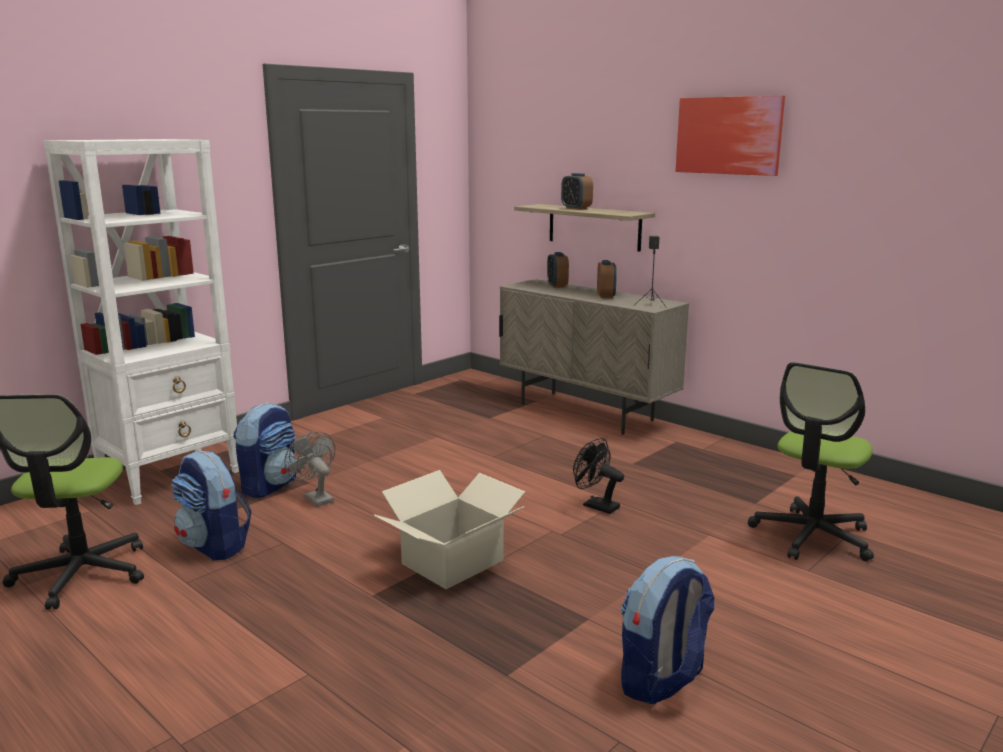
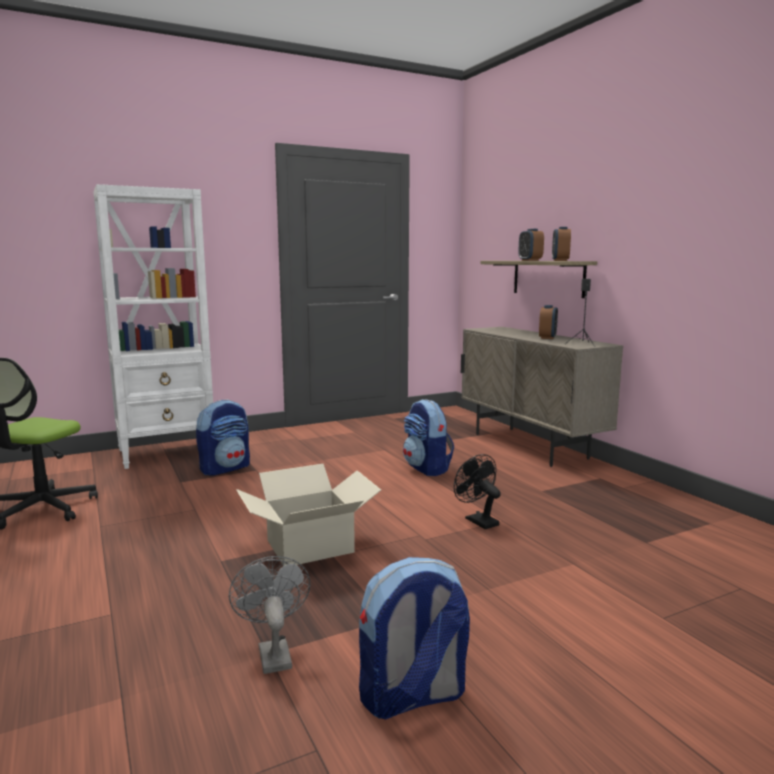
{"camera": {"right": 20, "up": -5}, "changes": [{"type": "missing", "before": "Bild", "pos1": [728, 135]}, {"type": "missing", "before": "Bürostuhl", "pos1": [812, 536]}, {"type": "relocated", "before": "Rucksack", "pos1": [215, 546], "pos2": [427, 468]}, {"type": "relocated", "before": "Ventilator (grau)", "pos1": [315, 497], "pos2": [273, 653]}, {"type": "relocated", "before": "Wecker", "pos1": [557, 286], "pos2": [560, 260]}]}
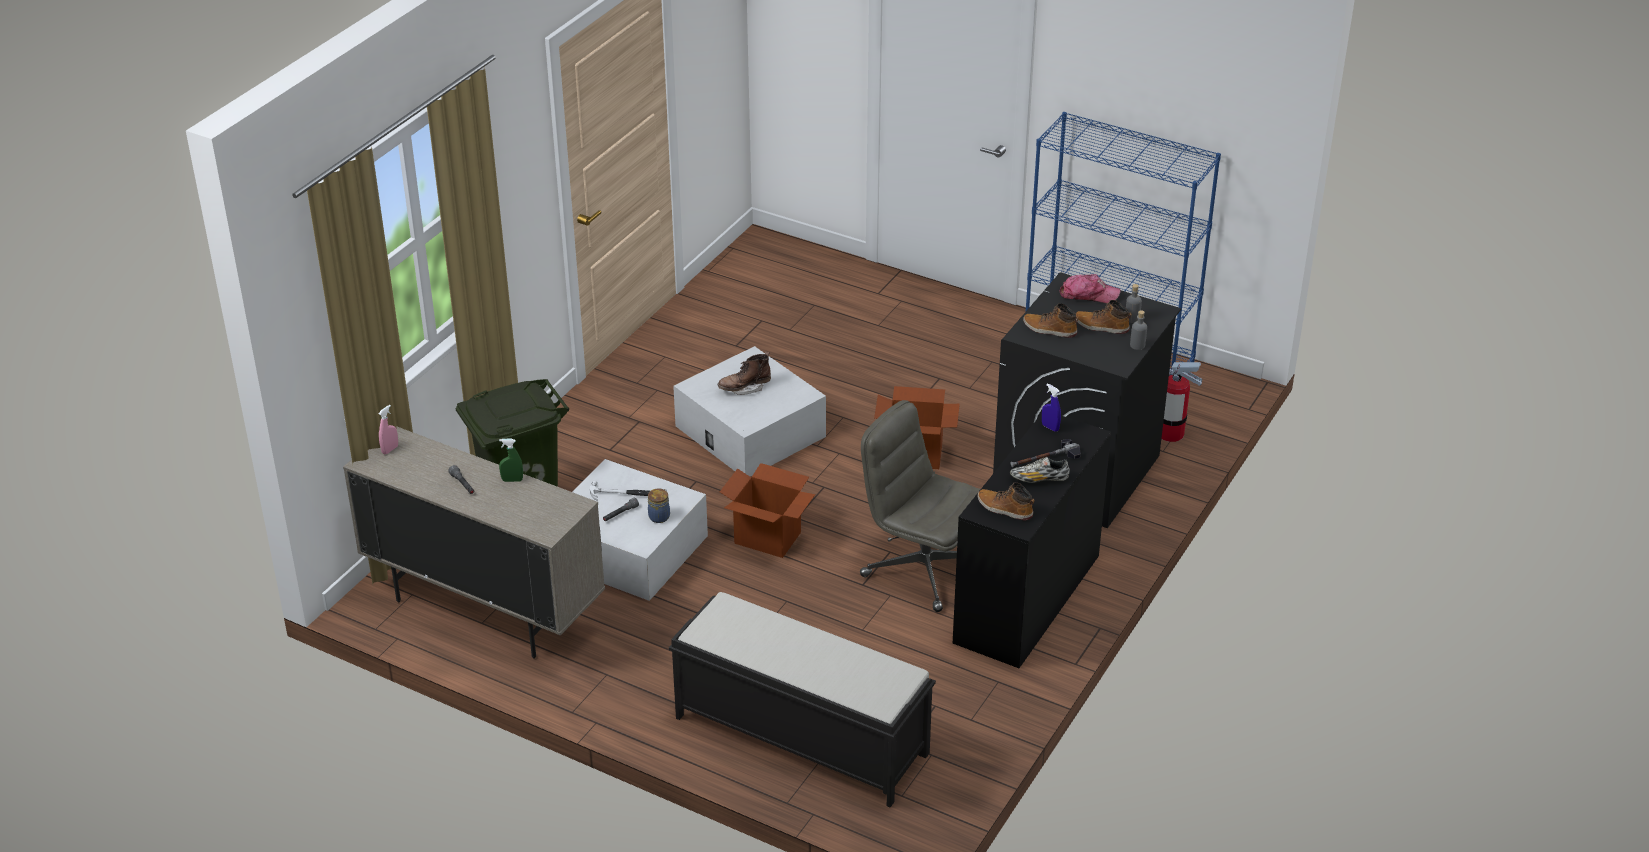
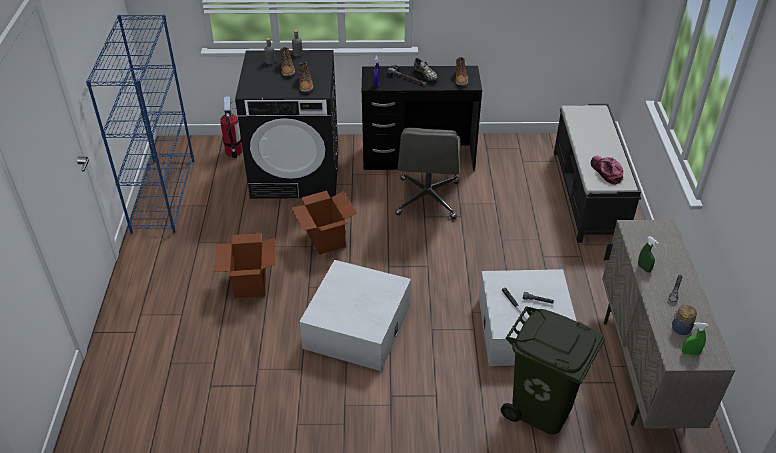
{"camera": {"right": -120, "up": 5}, "changes": [{"type": "missing", "before": "Stiefel (braun)", "pos1": [745, 388]}, {"type": "relocated", "before": "Vorratsglas", "pos1": [660, 516], "pos2": [680, 328]}, {"type": "relocated", "before": "Karton", "pos1": [768, 538], "pos2": [250, 283]}, {"type": "relocated", "before": "Kappe", "pos1": [1088, 294], "pos2": [606, 172]}, {"type": "colour", "before": "Sprühflasche (rosa)", "after": "Sprühflasche (grün)", "pos1": [390, 449], "pos2": [690, 353]}]}
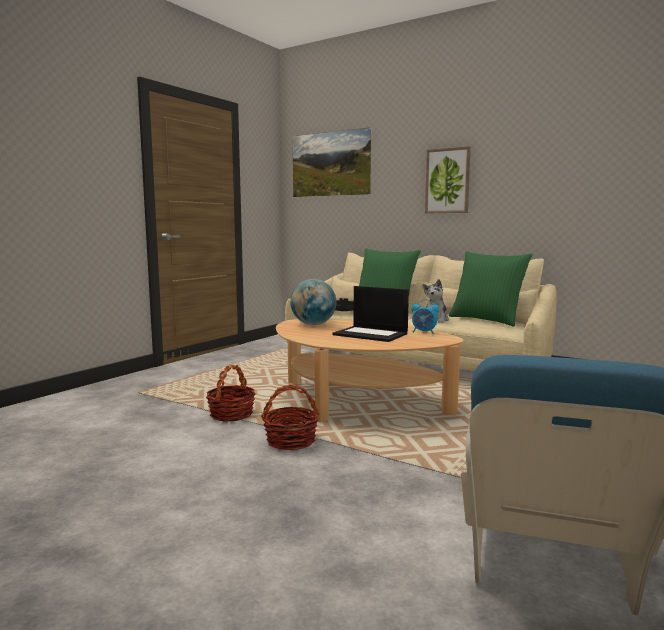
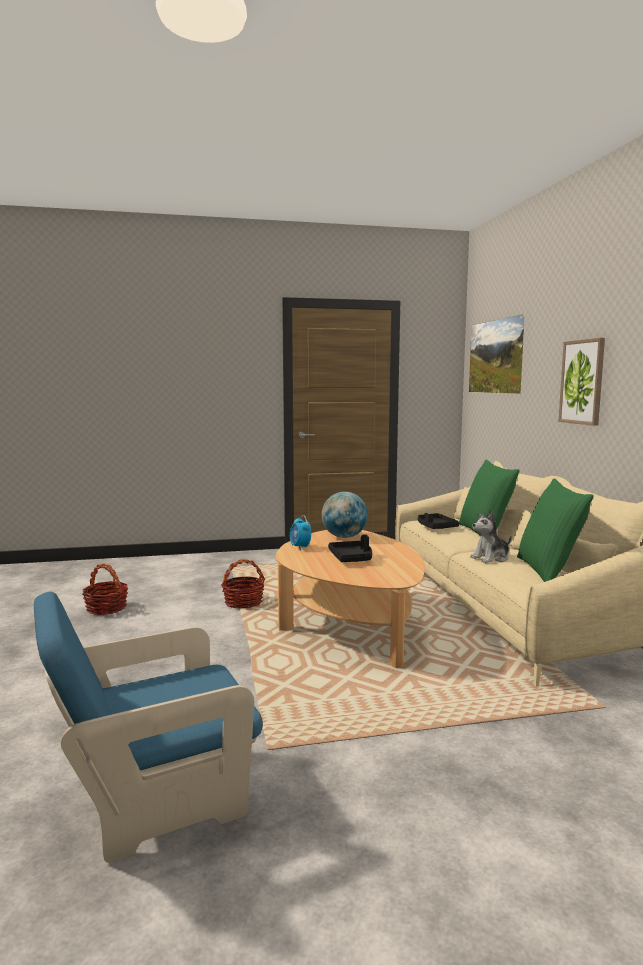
{"camera": {"right": 45, "up": 0}, "changes": [{"type": "relocated", "before": "Korb", "pos1": [291, 441], "pos2": [106, 608]}, {"type": "relocated", "before": "Wecker", "pos1": [424, 332], "pos2": [300, 547]}, {"type": "exchanged", "before": "Laptop", "after": "Tablett (schwarz)", "pos1": [371, 334], "pos2": [352, 558]}]}
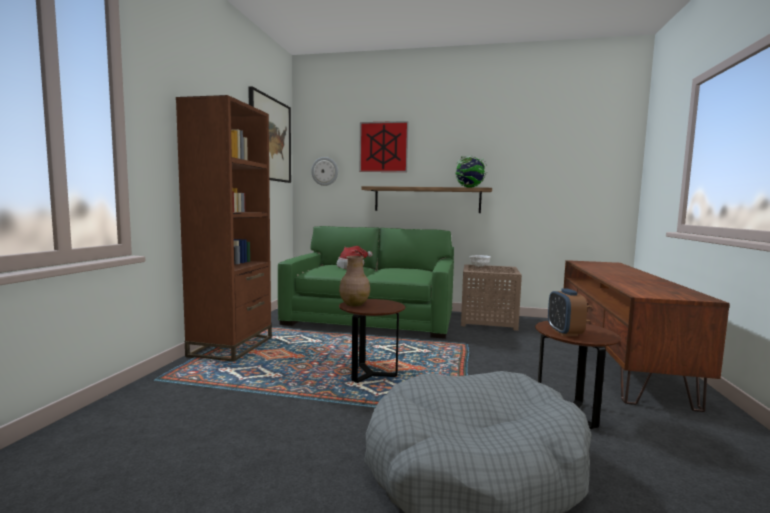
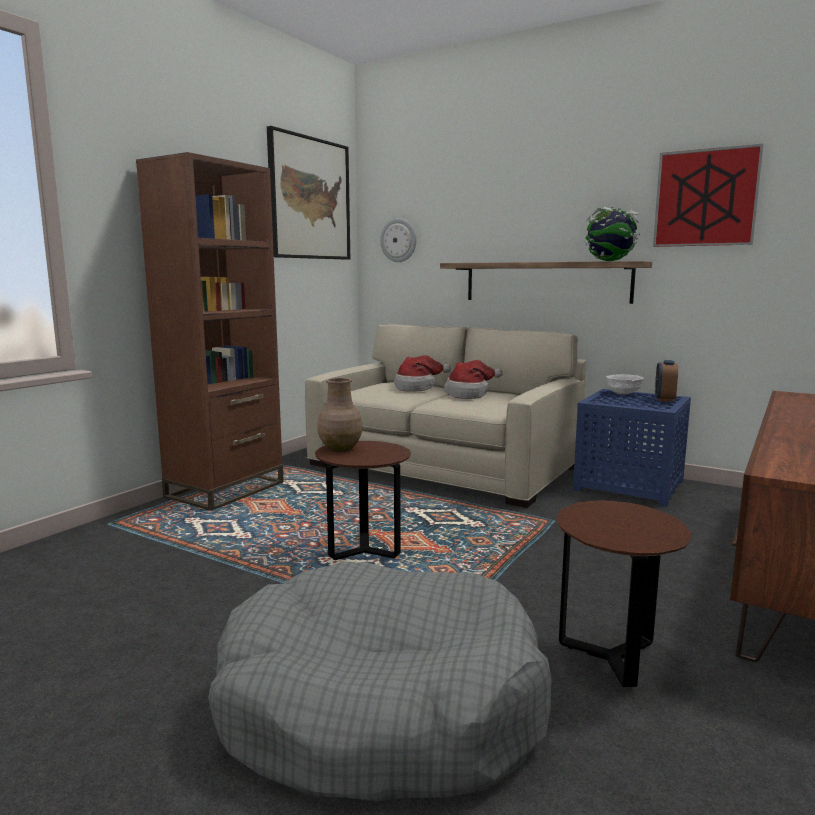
{"camera": {"right": 20, "up": 5}, "changes": [{"type": "appeared", "after": "Hut", "pos2": [469, 394]}, {"type": "relocated", "before": "Bild", "pos1": [383, 147], "pos2": [705, 198]}, {"type": "relocated", "before": "Wecker", "pos1": [564, 332], "pos2": [664, 399]}, {"type": "colour", "before": "Sofa (grün)", "after": "Sofa (beige)", "pos1": [372, 318], "pos2": [446, 464]}, {"type": "colour", "before": "Beistelltisch (braun)", "after": "Beistelltisch (blau)", "pos1": [489, 320], "pos2": [631, 485]}]}
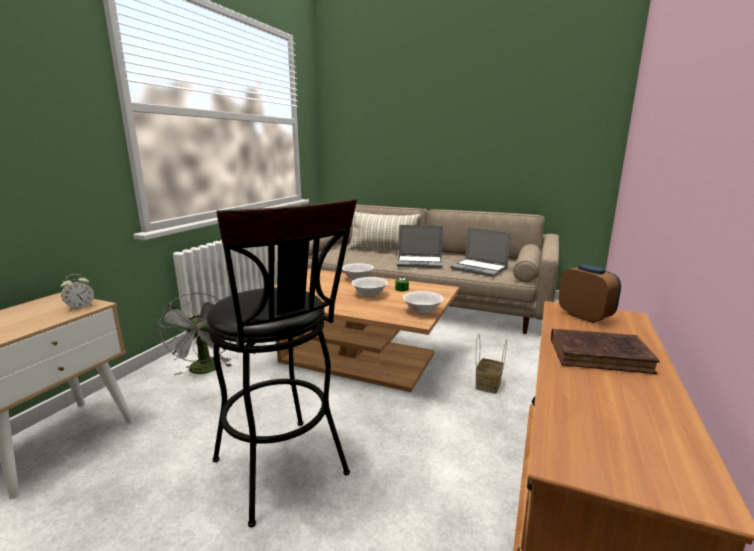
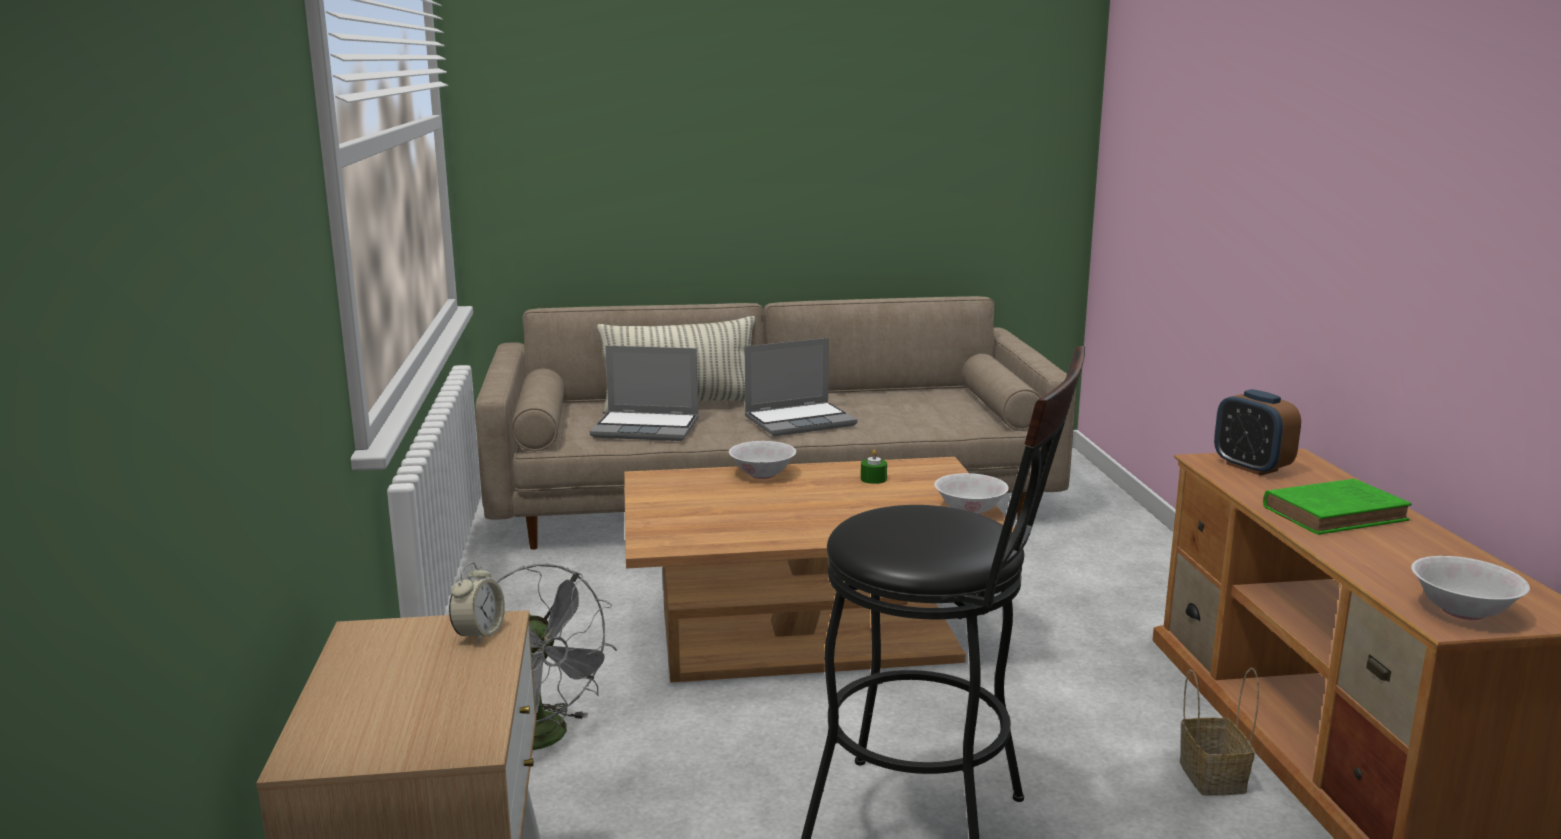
{"camera": {"right": -30, "up": 0}, "changes": [{"type": "relocated", "before": "Schüssel (weiß)", "pos1": [369, 295], "pos2": [1462, 611]}, {"type": "relocated", "before": "Laptop", "pos1": [480, 269], "pos2": [647, 428]}, {"type": "relocated", "before": "Korb", "pos1": [488, 384], "pos2": [1210, 775]}, {"type": "colour", "before": "Buch (braun)", "after": "Buch (grün)", "pos1": [602, 356], "pos2": [1337, 513]}, {"type": "spun", "before": "Wecker", "pos1": [585, 316], "pos2": [1251, 467], "turn": -150}]}
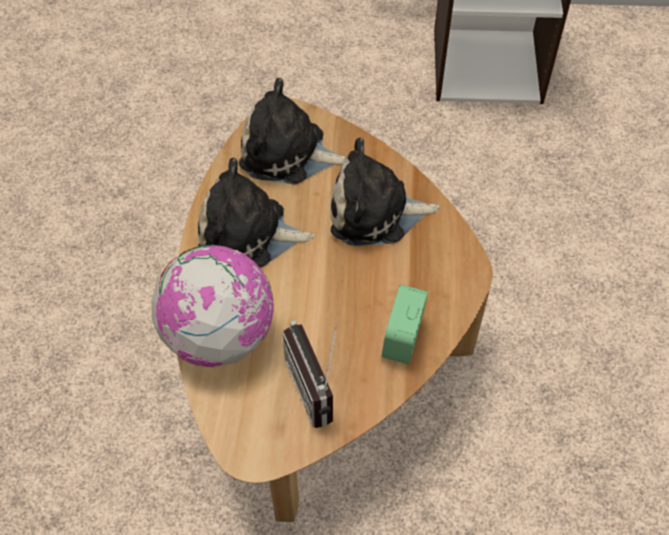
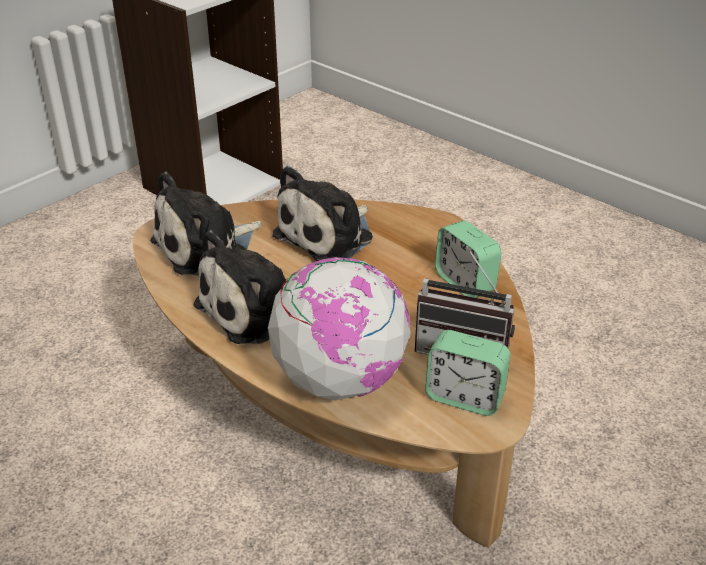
{"camera": {"right": -50, "up": -20}, "changes": [{"type": "appeared", "after": "Wecker", "pos2": [464, 397]}]}
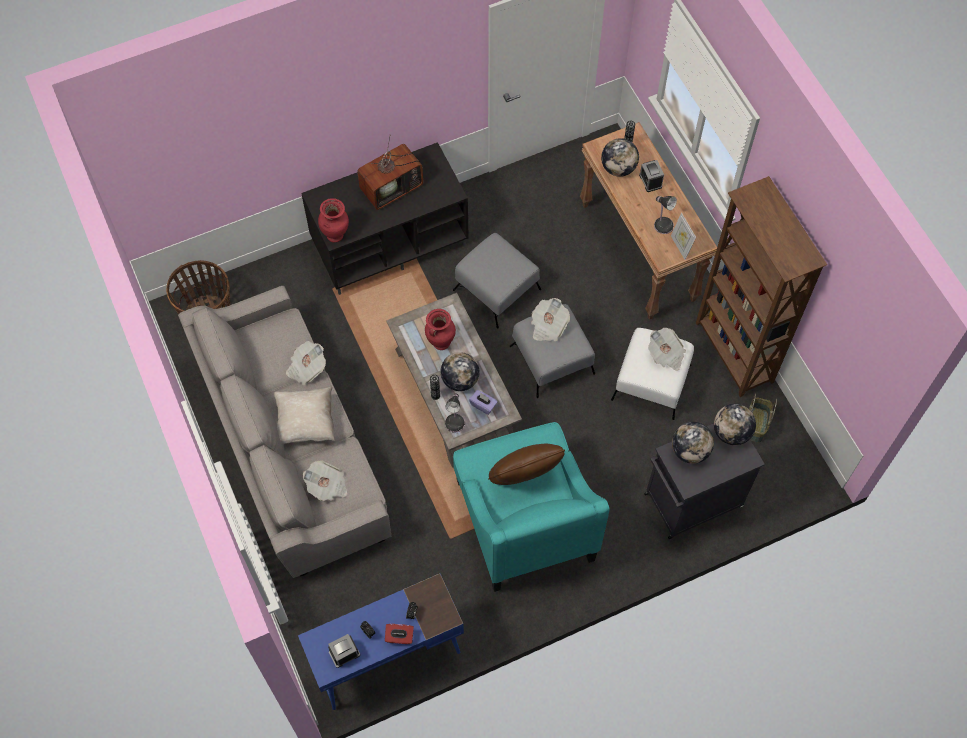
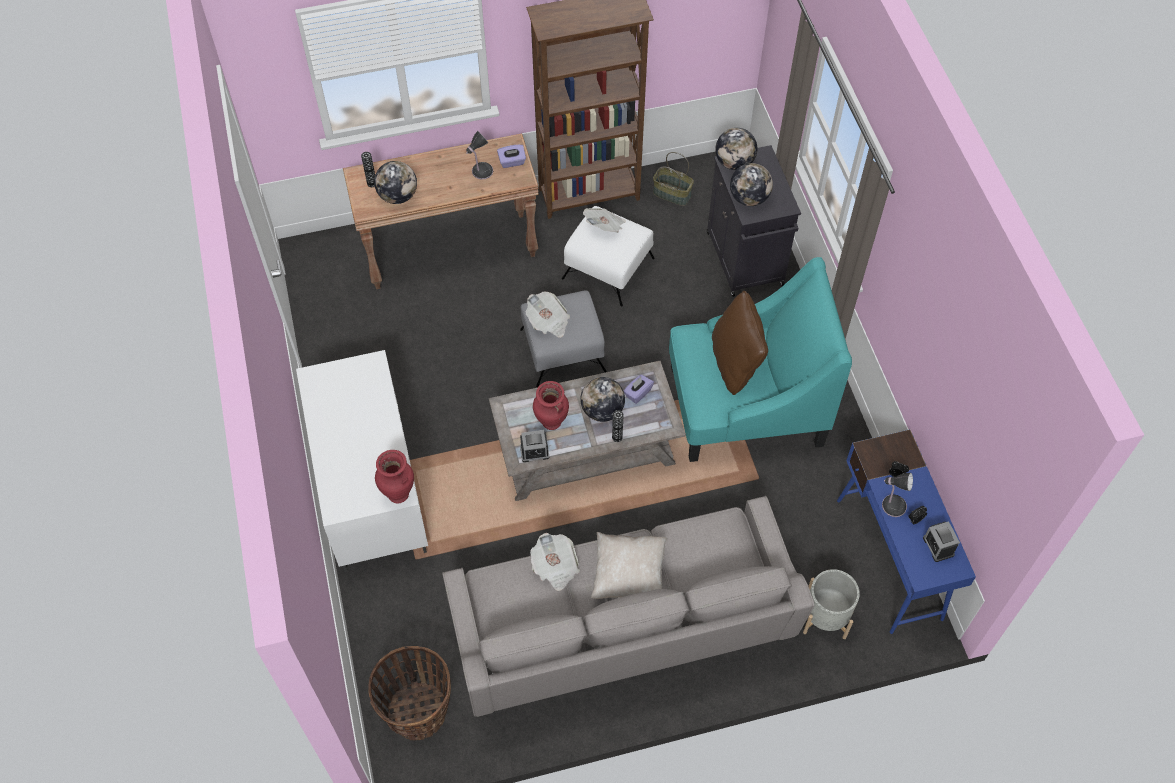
{"camera": {"right": -80, "up": -5}, "changes": [{"type": "missing", "before": "Zeitung", "pos1": [327, 486]}, {"type": "missing", "before": "Fernseher", "pos1": [392, 186]}, {"type": "missing", "before": "Taschentuchbox (rot)", "pos1": [399, 637]}, {"type": "missing", "before": "Polsterhocker (grau)", "pos1": [496, 289]}, {"type": "appeared", "after": "Pflanzkübel (grau)", "pos2": [825, 616]}, {"type": "relocated", "before": "Tischlampe", "pos1": [455, 421], "pos2": [892, 505]}, {"type": "relocated", "before": "Wecker", "pos1": [650, 181], "pos2": [534, 452]}, {"type": "exchanged", "before": "Bilderrahmen", "after": "Taschentuchbox (lila)", "pos1": [680, 246], "pos2": [512, 162]}, {"type": "colour", "before": "Fernsehschrank (schwarz)", "after": "Fernsehschrank (weiß)", "pos1": [390, 243], "pos2": [369, 487]}]}
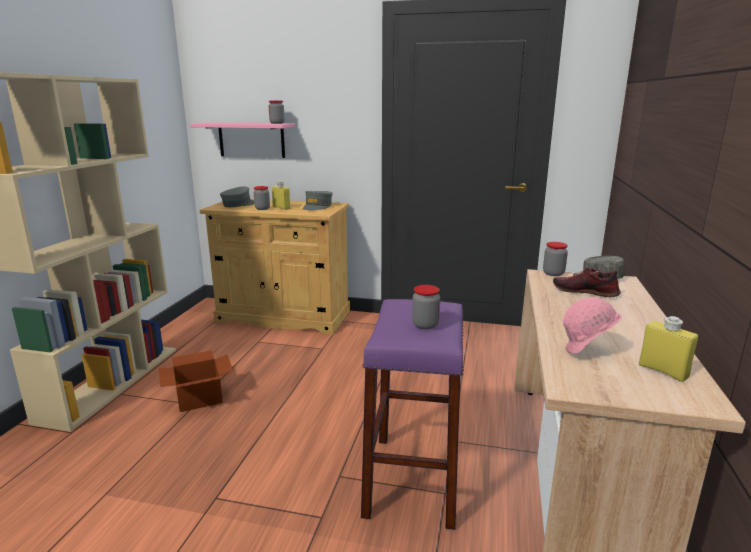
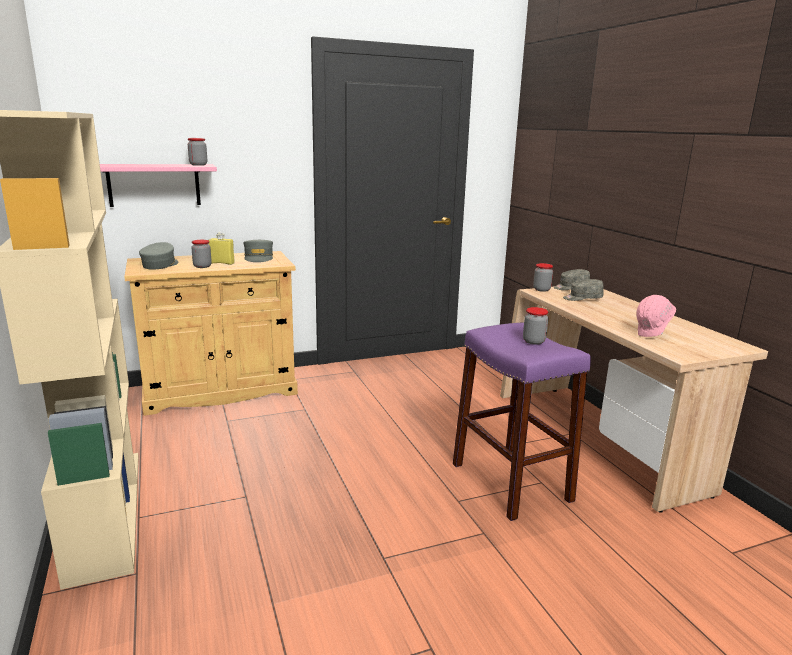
{"camera": {"right": -35, "up": 0}, "changes": [{"type": "missing", "before": "Karton", "pos1": [200, 396]}, {"type": "missing", "before": "Flasche (gelb)", "pos1": [663, 371]}, {"type": "exchanged", "before": "Schuh", "after": "Kappe (grau)", "pos1": [585, 291], "pos2": [582, 298]}]}
